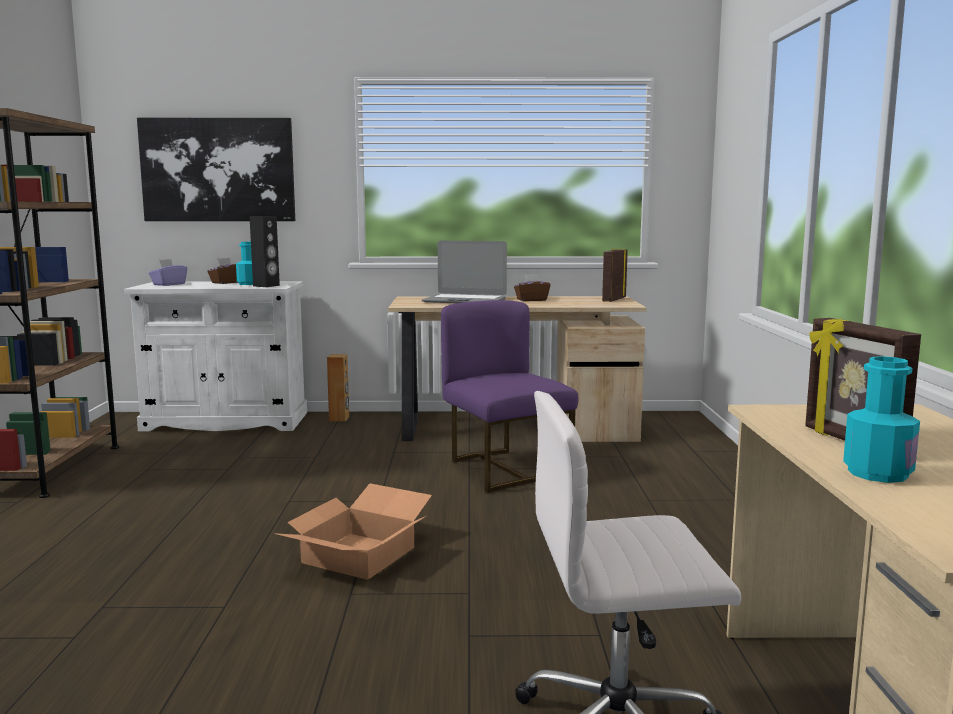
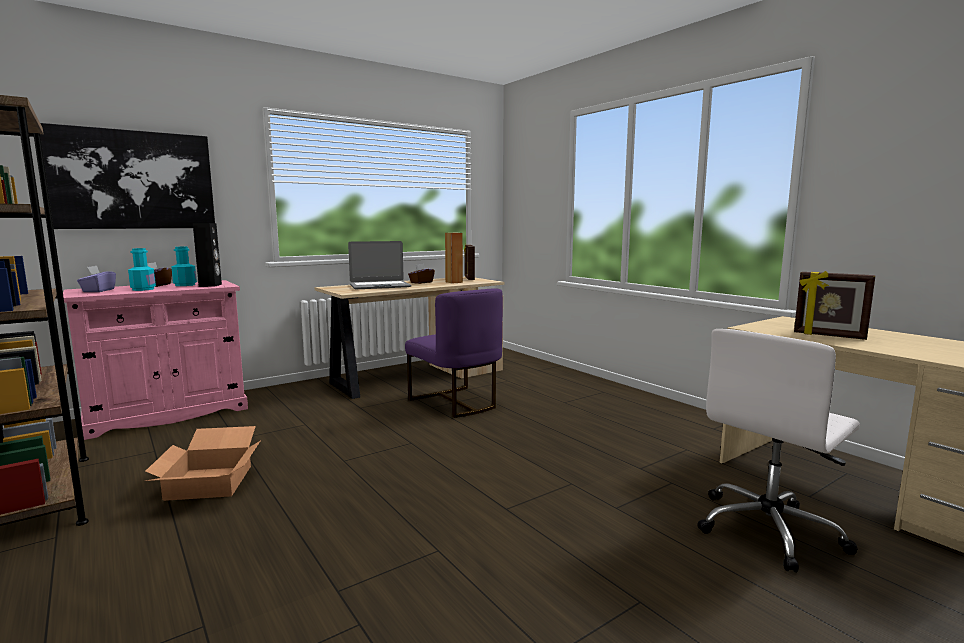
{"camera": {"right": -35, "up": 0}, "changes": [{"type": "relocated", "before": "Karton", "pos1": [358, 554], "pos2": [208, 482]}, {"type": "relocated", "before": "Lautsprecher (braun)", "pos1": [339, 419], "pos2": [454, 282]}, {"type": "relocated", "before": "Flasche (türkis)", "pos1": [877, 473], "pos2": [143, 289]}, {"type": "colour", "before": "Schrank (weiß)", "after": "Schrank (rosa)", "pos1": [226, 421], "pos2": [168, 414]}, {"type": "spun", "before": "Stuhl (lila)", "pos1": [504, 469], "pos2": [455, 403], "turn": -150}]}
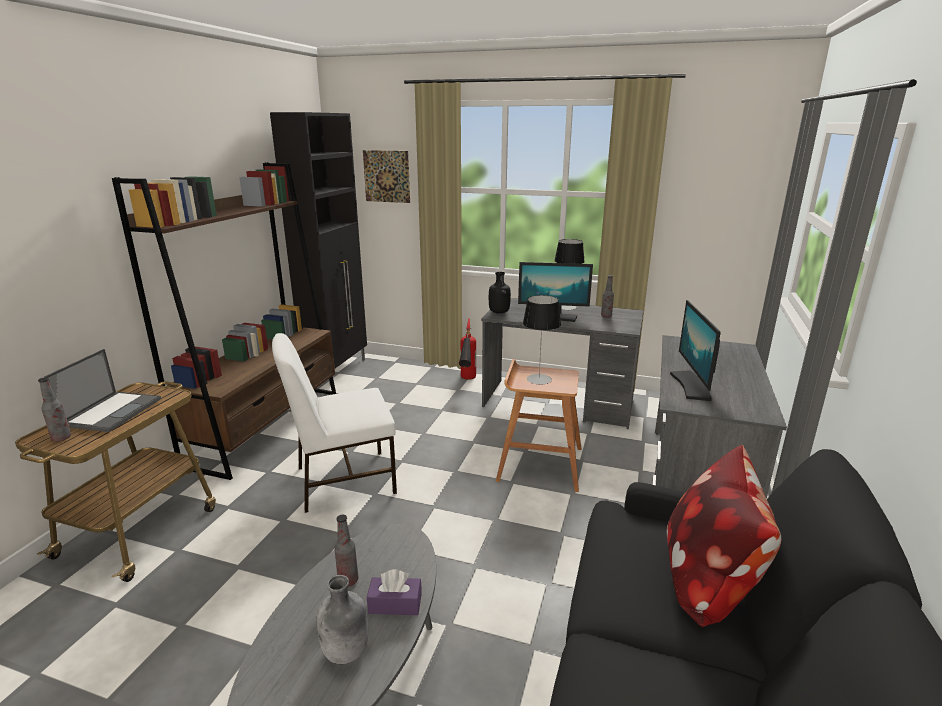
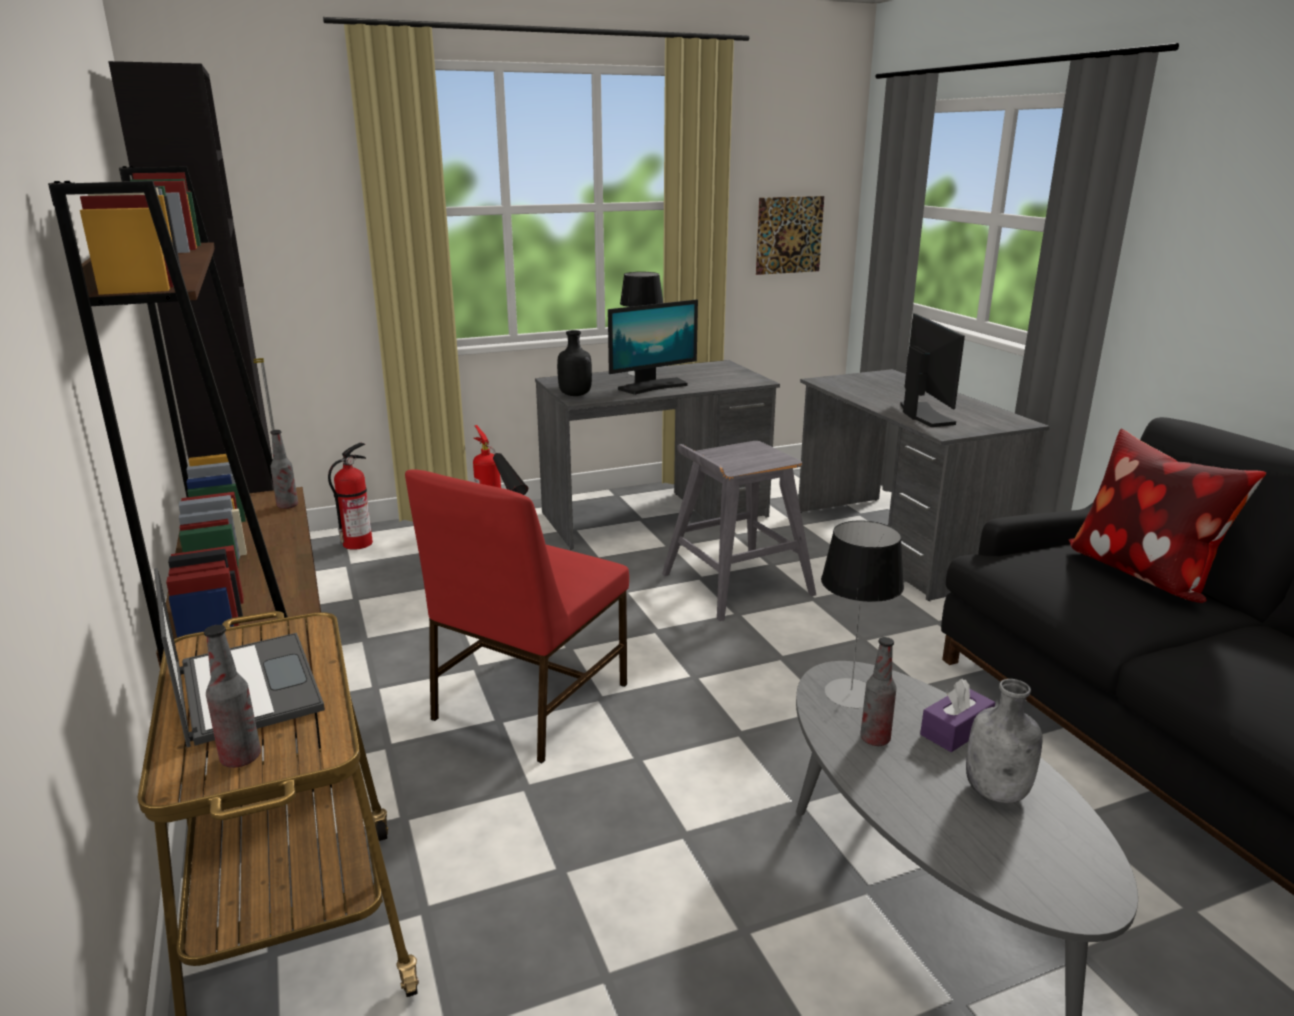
{"camera": {"right": -40, "up": 0}, "changes": [{"type": "appeared", "after": "Feuerlöscher", "pos2": [358, 543]}, {"type": "relocated", "before": "Bild", "pos1": [386, 176], "pos2": [789, 235]}, {"type": "relocated", "before": "Tischlampe", "pos1": [539, 379], "pos2": [851, 693]}, {"type": "relocated", "before": "Flasche", "pos1": [606, 316], "pos2": [287, 506]}, {"type": "colour", "before": "Stuhl (weiß)", "after": "Stuhl (rot)", "pos1": [343, 480], "pos2": [528, 702]}, {"type": "colour", "before": "Hocker (braun)", "after": "Hocker (grau)", "pos1": [539, 463], "pos2": [735, 584]}, {"type": "spun", "before": "Monitor", "pos1": [692, 386], "pos2": [923, 415], "turn": -150}]}
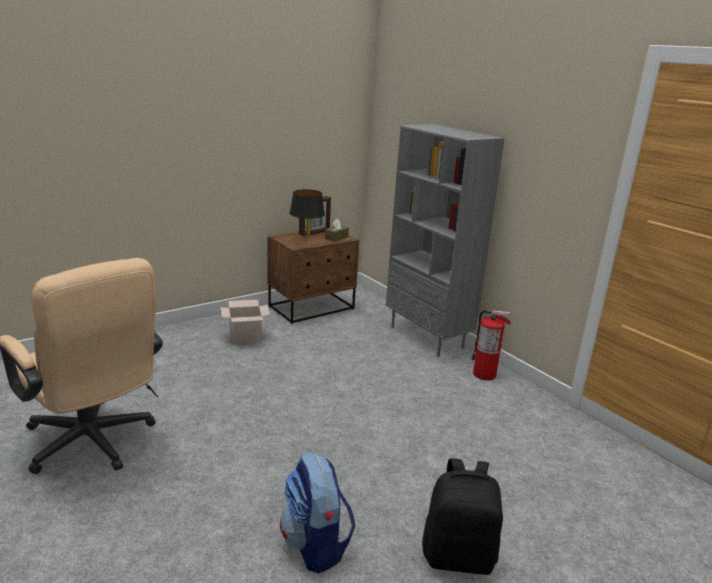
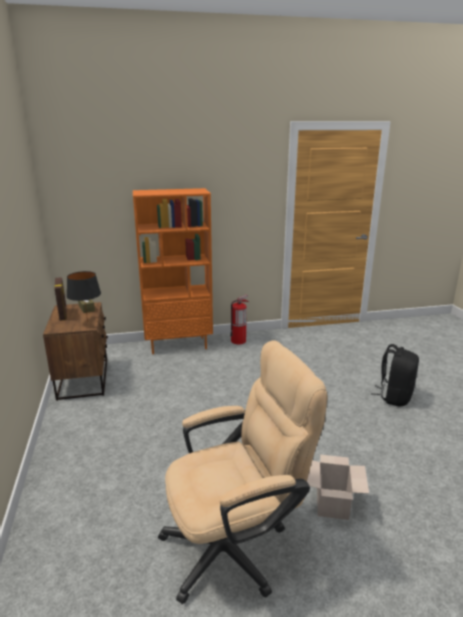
{"camera": {"right": -65, "up": 0}, "changes": [{"type": "missing", "before": "Rucksack", "pos1": [315, 545]}, {"type": "relocated", "before": "Karton", "pos1": [244, 337], "pos2": [333, 504]}, {"type": "colour", "before": "Bücherregal (grau)", "after": "Bücherregal (orange)", "pos1": [428, 337], "pos2": [179, 345]}]}
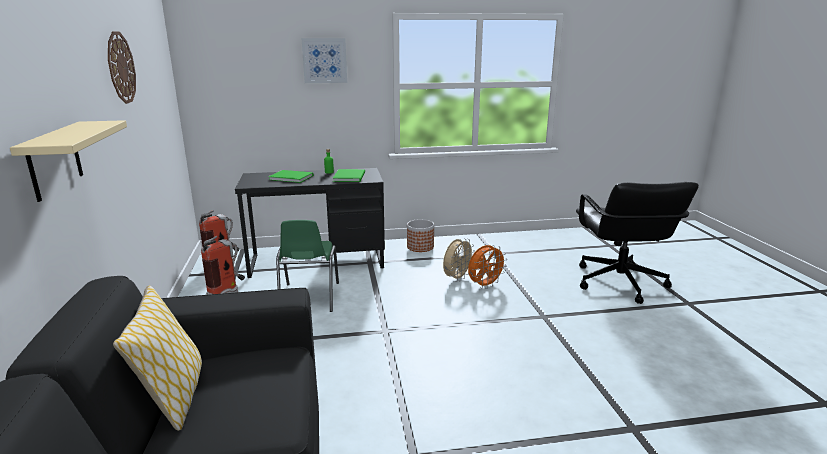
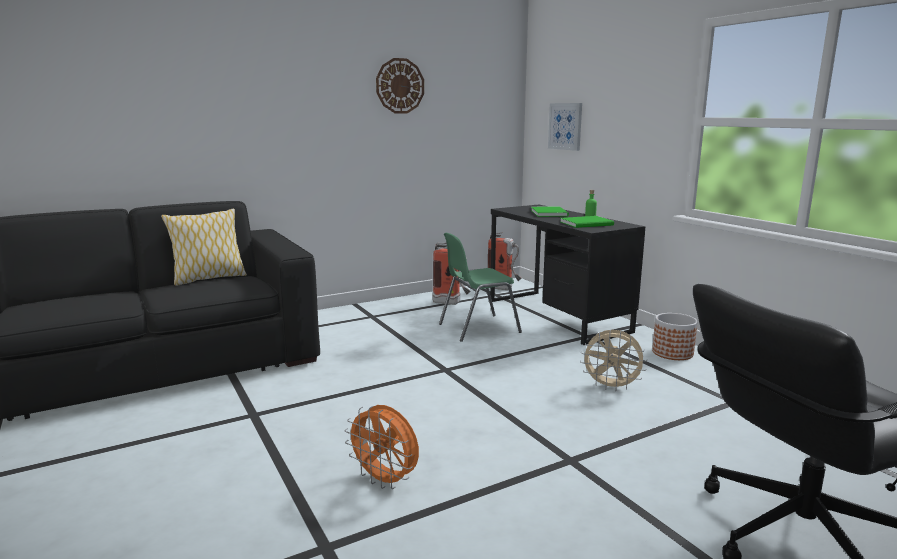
{"camera": {"right": 70, "up": -5}, "changes": [{"type": "missing", "before": "Wandregal (beige)", "pos1": [54, 160]}, {"type": "relocated", "before": "Bild", "pos1": [324, 60], "pos2": [565, 126]}, {"type": "relocated", "before": "Ventilator (orange)", "pos1": [485, 285], "pos2": [385, 480]}]}
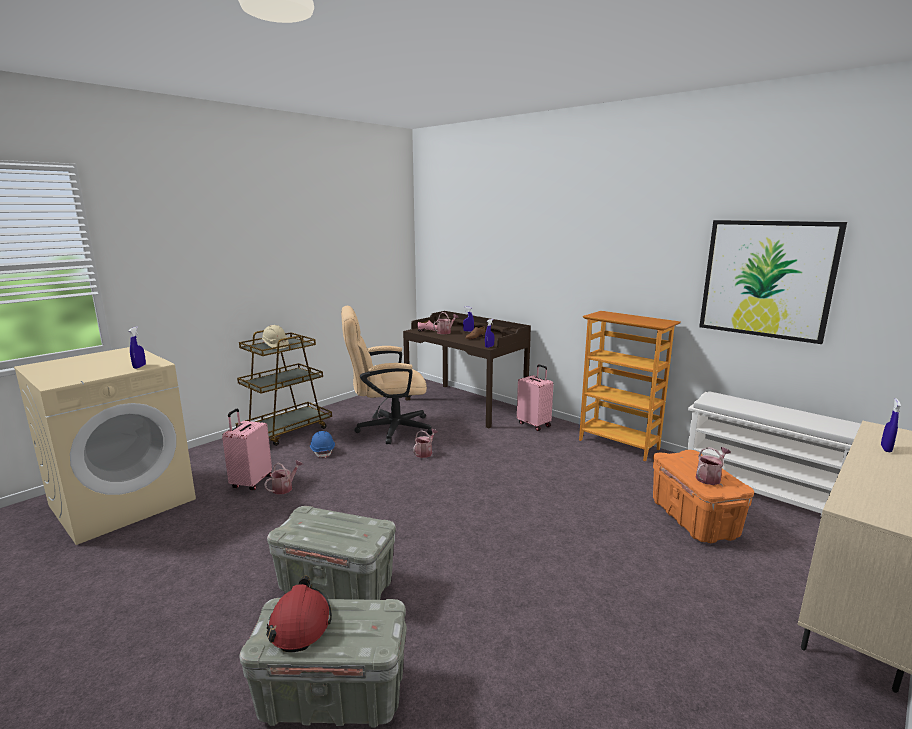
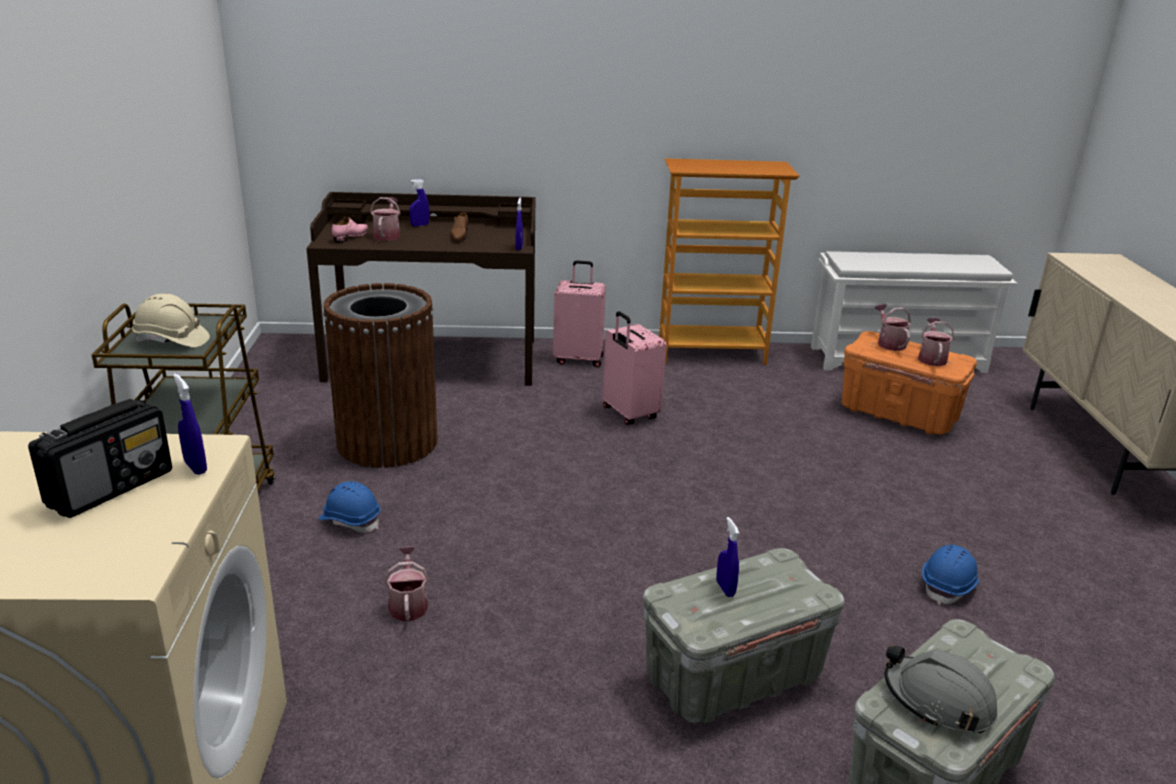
{"camera": {"right": -45, "up": 10}, "changes": [{"type": "missing", "before": "Bild", "pos1": [766, 279]}, {"type": "appeared", "after": "Radio", "pos2": [111, 488]}, {"type": "appeared", "after": "Schutzhelm (blau)", "pos2": [948, 586]}, {"type": "relocated", "before": "Koffer (rosa)", "pos1": [251, 482], "pos2": [629, 414]}, {"type": "relocated", "before": "Gießkanne", "pos1": [425, 453], "pos2": [889, 343]}, {"type": "relocated", "before": "Sprühflasche (blau)", "pos1": [886, 449], "pos2": [725, 588]}, {"type": "exchanged", "before": "Bürostuhl (beige)", "after": "Mülleimer (braun)", "pos1": [387, 429], "pos2": [387, 442]}, {"type": "colour", "before": "Schutzhelm (rot)", "after": "Schutzhelm (grau)", "pos1": [300, 624], "pos2": [938, 701]}]}
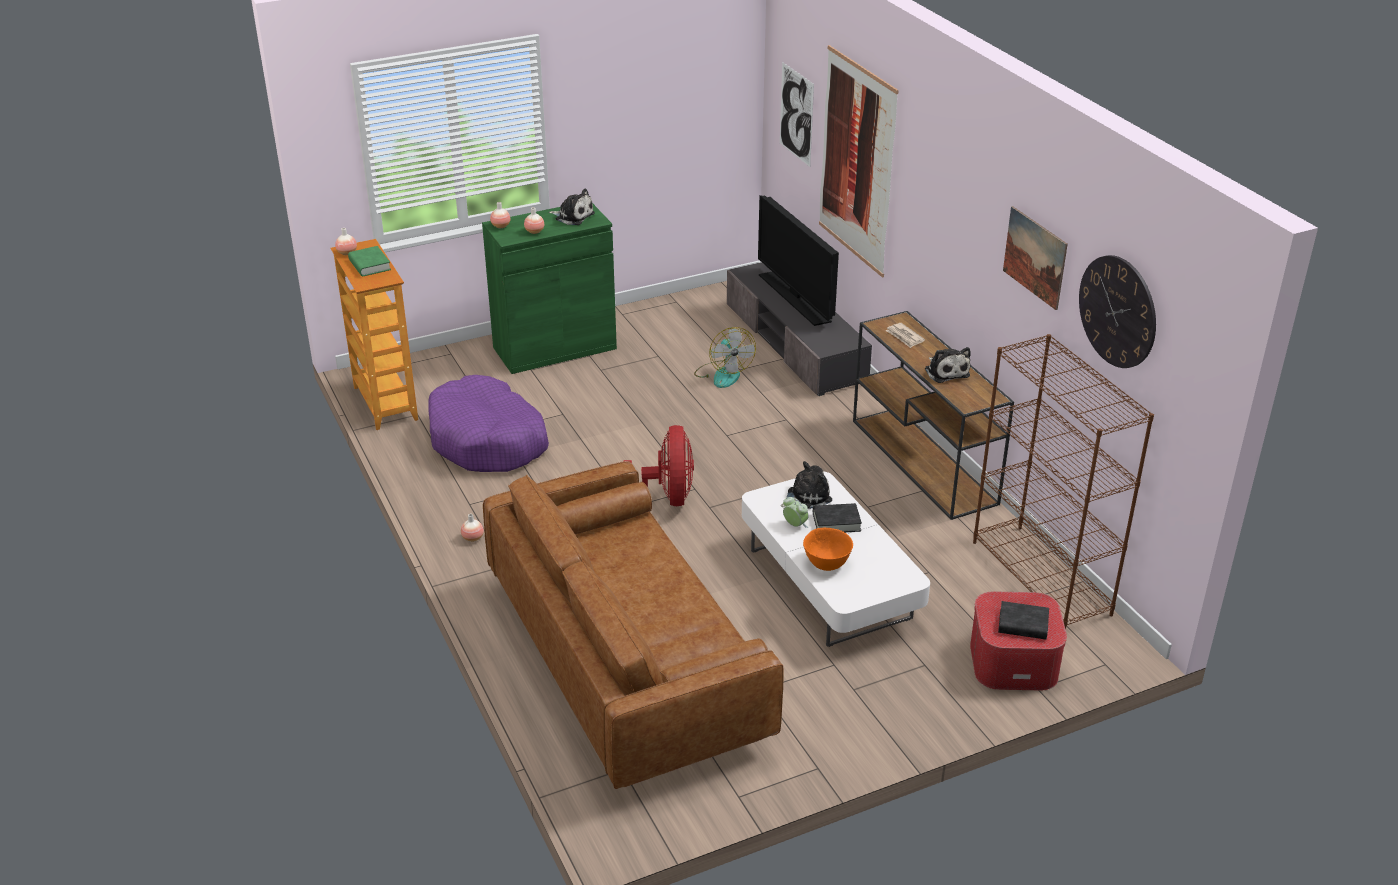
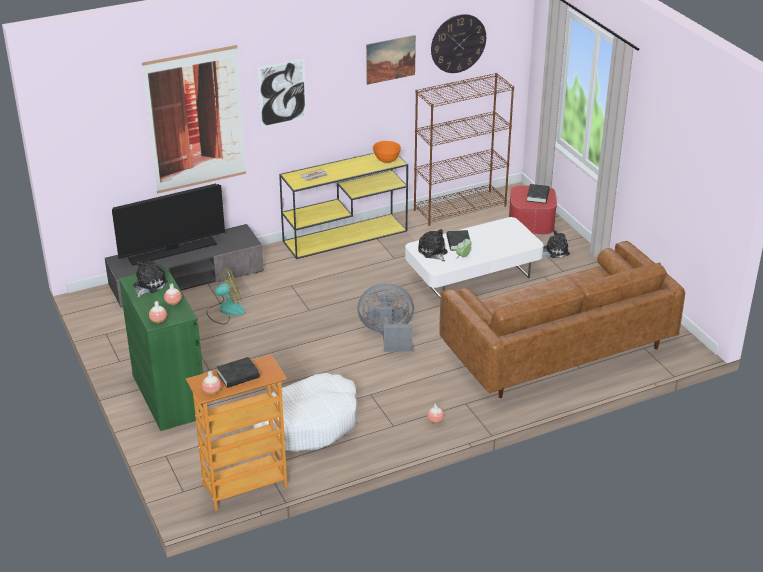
{"camera": {"right": -90, "up": 0}, "changes": [{"type": "relocated", "before": "Bild", "pos1": [796, 114], "pos2": [282, 93]}, {"type": "relocated", "before": "Schüssel (orange)", "pos1": [826, 563], "pos2": [386, 160]}, {"type": "relocated", "before": "Plüschtier", "pos1": [946, 371], "pos2": [554, 251]}, {"type": "colour", "before": "Buch (grün)", "after": "Buch (schwarz)", "pos1": [369, 265], "pos2": [238, 375]}, {"type": "colour", "before": "Hundebett (lila)", "after": "Hundebett (weiß)", "pos1": [488, 440], "pos2": [308, 423]}, {"type": "colour", "before": "Ventilator (rot)", "after": "Ventilator (grau)", "pos1": [666, 500], "pos2": [387, 335]}, {"type": "colour", "before": "Konsolentisch (braun)", "after": "Konsolentisch (gelb)", "pos1": [924, 462], "pos2": [346, 235]}]}
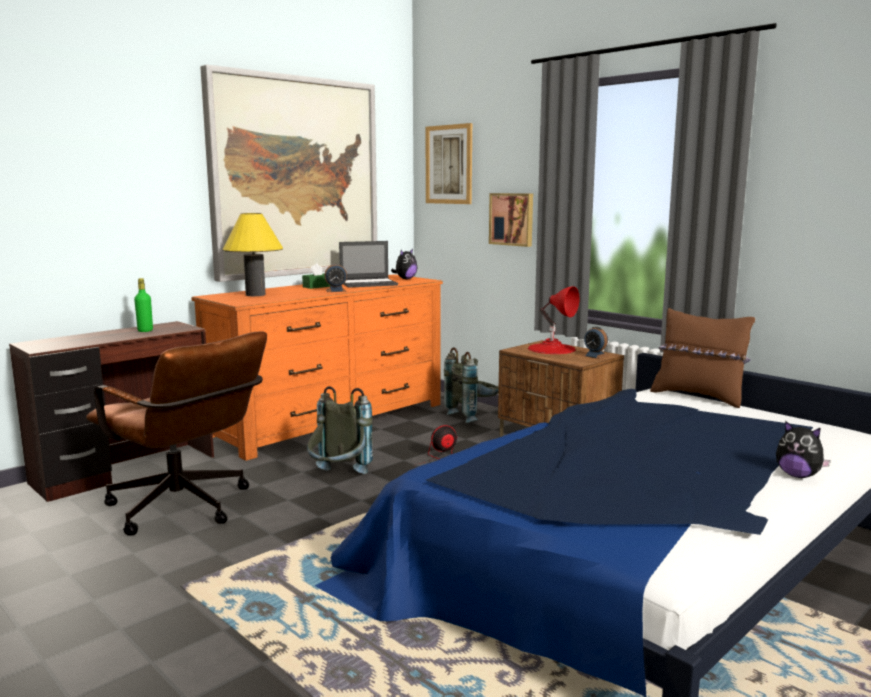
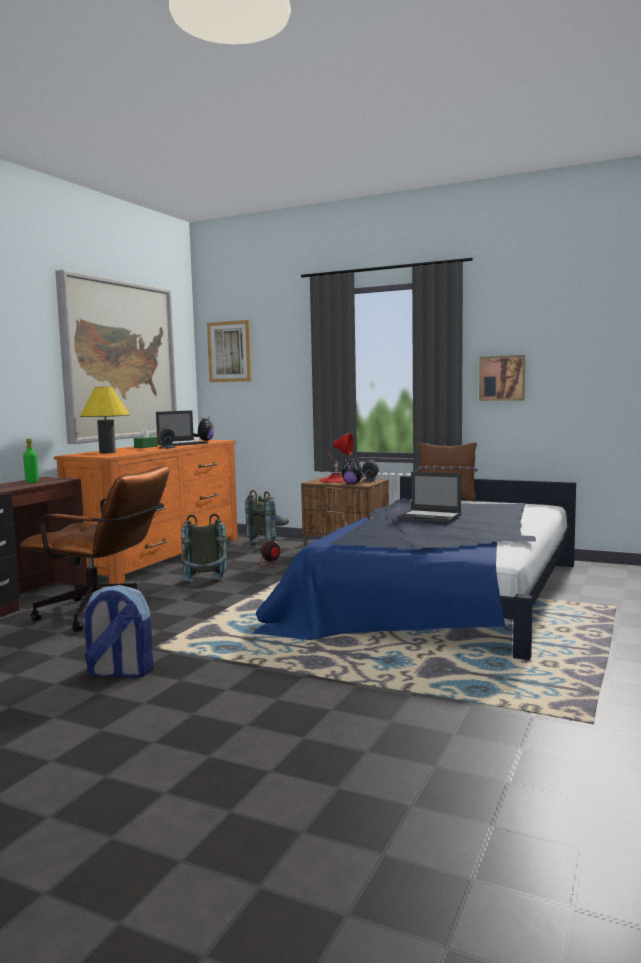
{"camera": {"right": -20, "up": -5}, "changes": [{"type": "appeared", "after": "Rucksack", "pos2": [119, 672]}, {"type": "appeared", "after": "Laptop", "pos2": [430, 517]}, {"type": "relocated", "before": "Bild", "pos1": [512, 219], "pos2": [502, 378]}, {"type": "relocated", "before": "Plüschtier", "pos1": [798, 475], "pos2": [352, 483]}]}
